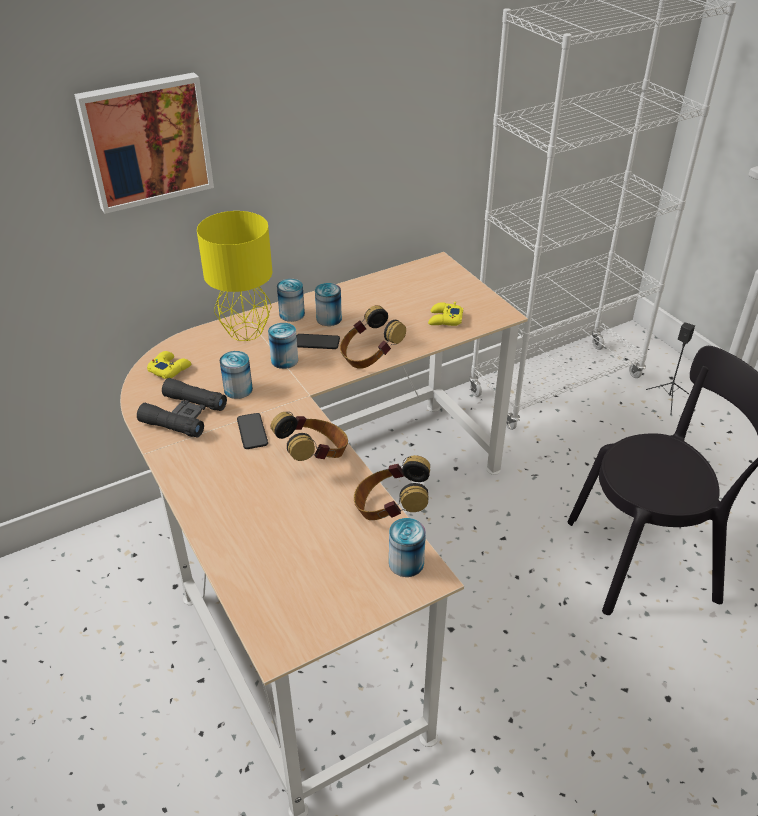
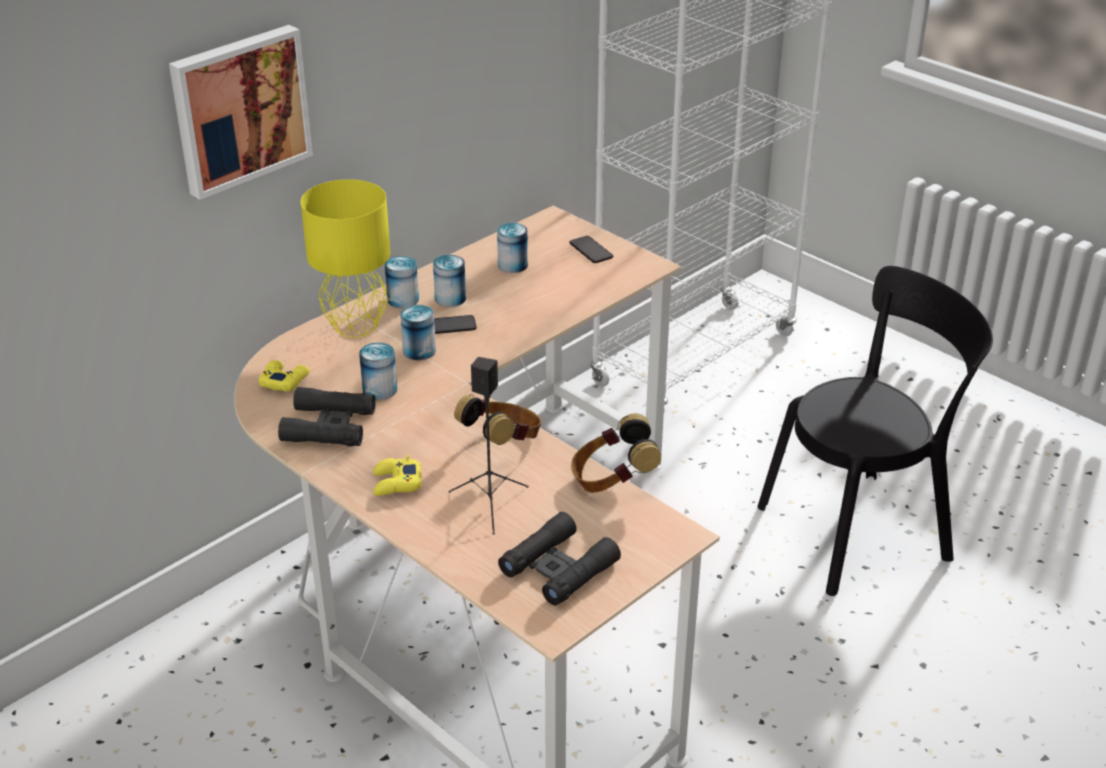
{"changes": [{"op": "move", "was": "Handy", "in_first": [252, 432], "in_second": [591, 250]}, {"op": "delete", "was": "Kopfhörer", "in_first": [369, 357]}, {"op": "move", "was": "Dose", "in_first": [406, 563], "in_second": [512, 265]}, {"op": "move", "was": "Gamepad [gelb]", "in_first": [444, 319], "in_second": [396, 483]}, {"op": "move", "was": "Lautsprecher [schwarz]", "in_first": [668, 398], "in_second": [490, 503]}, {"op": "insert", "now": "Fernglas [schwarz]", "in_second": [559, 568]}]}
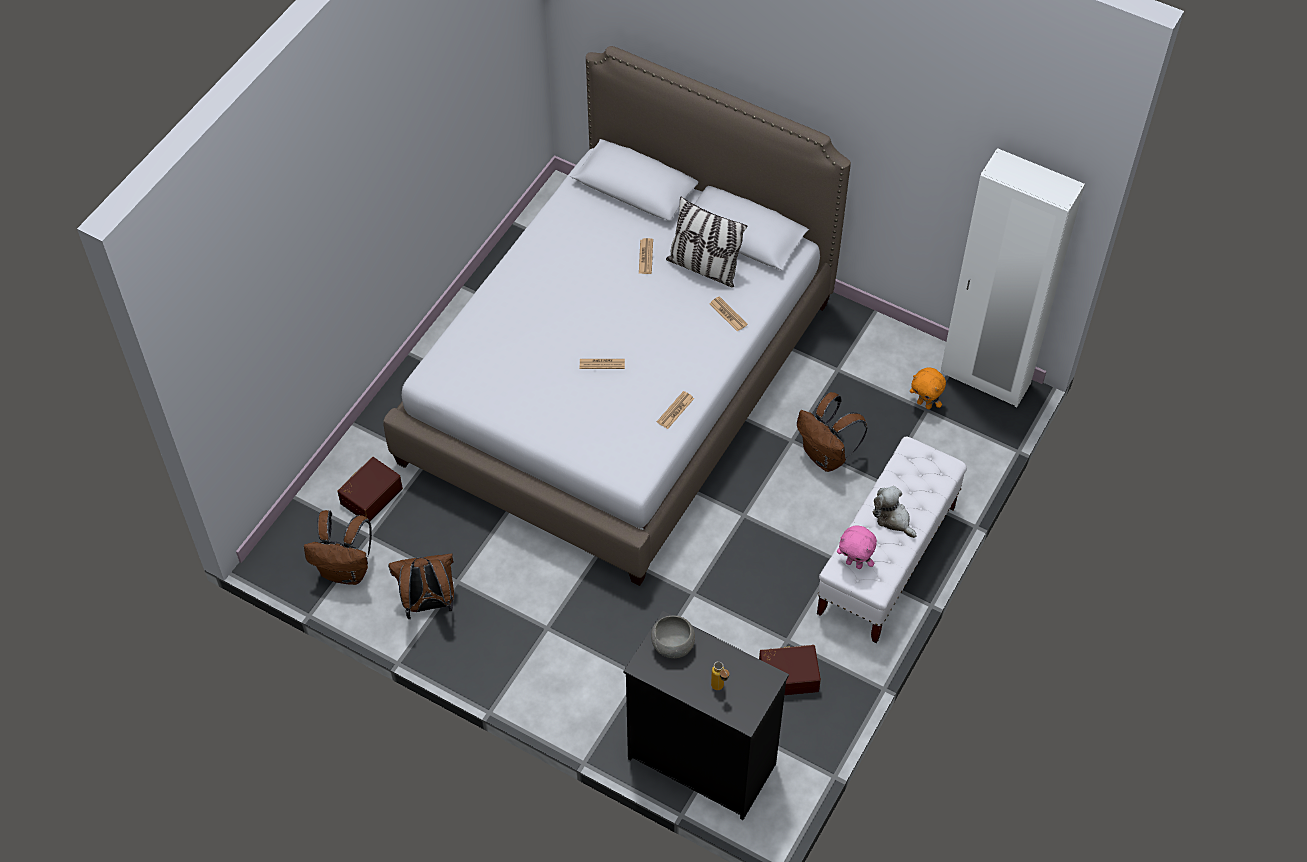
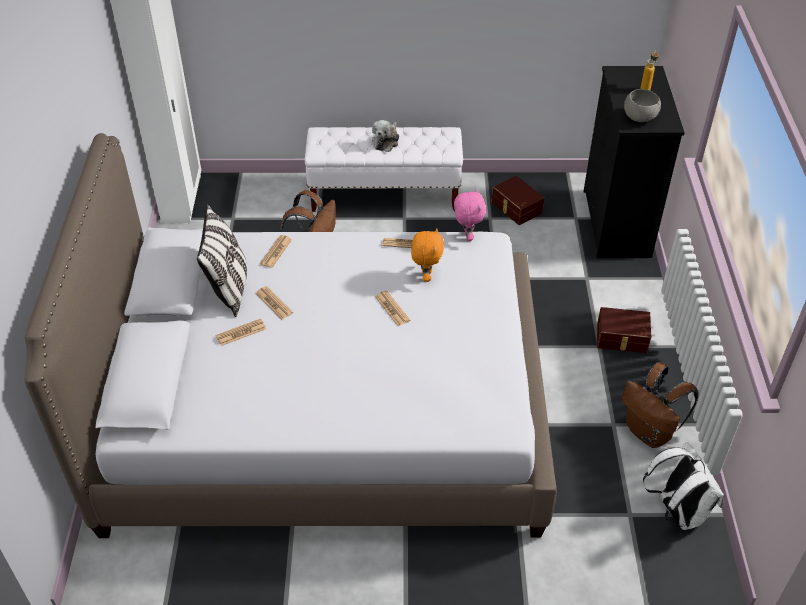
{"changes": [{"op": "recolor", "was": "Rucksack [braun]", "now": "Rucksack [weiß]", "in_first": [346, 571], "in_second": [677, 511]}, {"op": "move", "was": "Aufbewahrungsbox [braun]", "in_first": [370, 495], "in_second": [622, 338]}, {"op": "move", "was": "Plüschtier [rosa]", "in_first": [854, 563], "in_second": [467, 236]}, {"op": "move", "was": "Plüschtier [orange]", "in_first": [924, 404], "in_second": [426, 276]}, {"op": "insert", "now": "Zeitung", "in_second": [274, 303]}]}
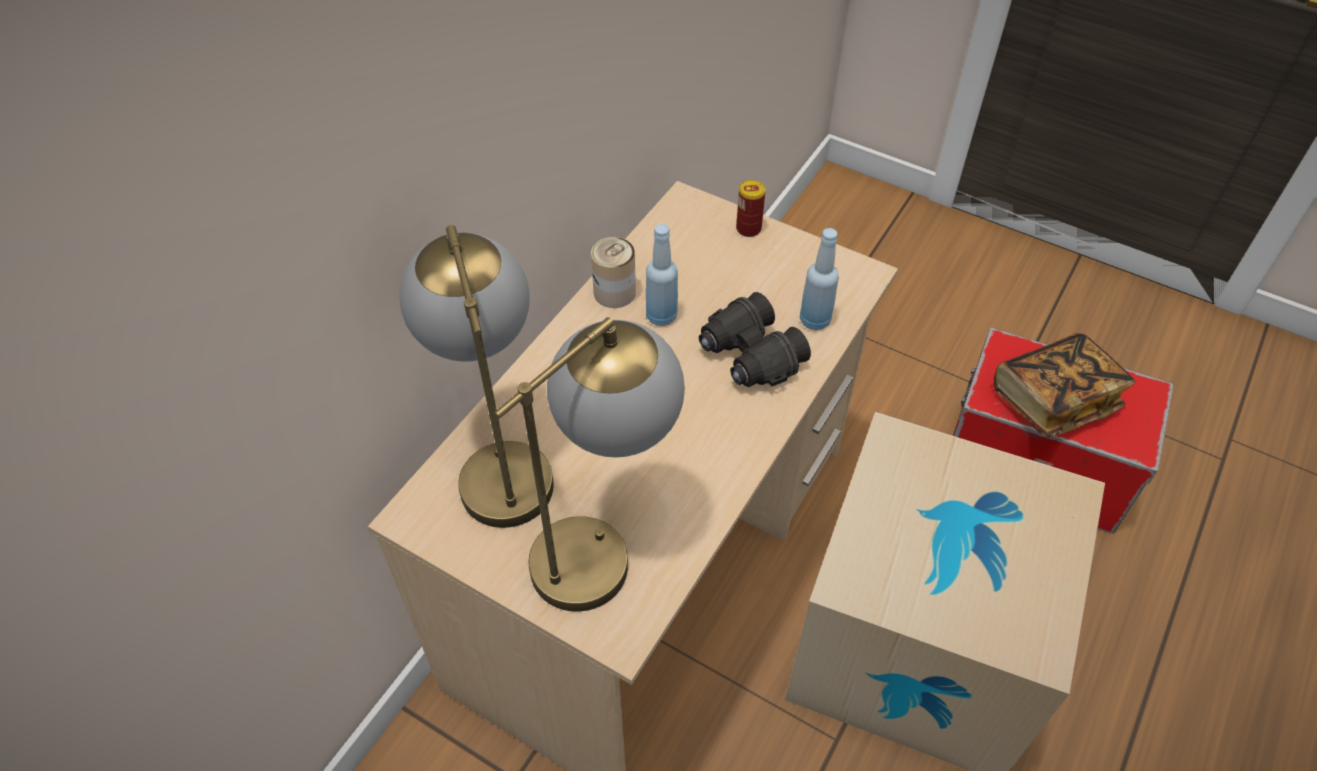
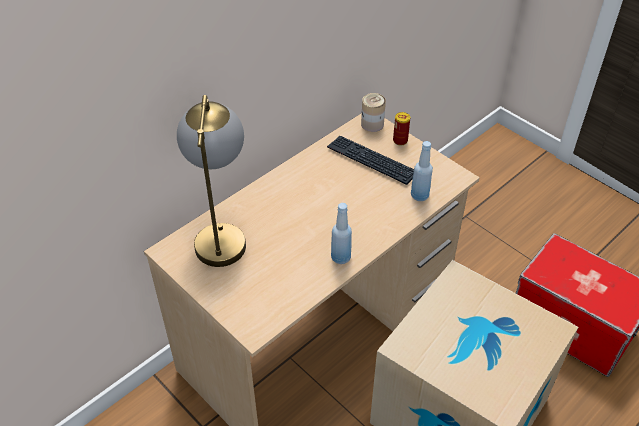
{"changes": [{"op": "delete", "was": "Tischlampe", "in_first": [603, 541]}, {"op": "move", "was": "Dose", "in_first": [614, 292], "in_second": [372, 124]}, {"op": "move", "was": "Flasche [blau]", "in_first": [661, 316], "in_second": [340, 257]}, {"op": "delete", "was": "Fernglas [schwarz]", "in_first": [749, 356]}, {"op": "delete", "was": "Buch", "in_first": [1053, 400]}, {"op": "insert", "now": "Tastatur", "in_second": [371, 161]}]}
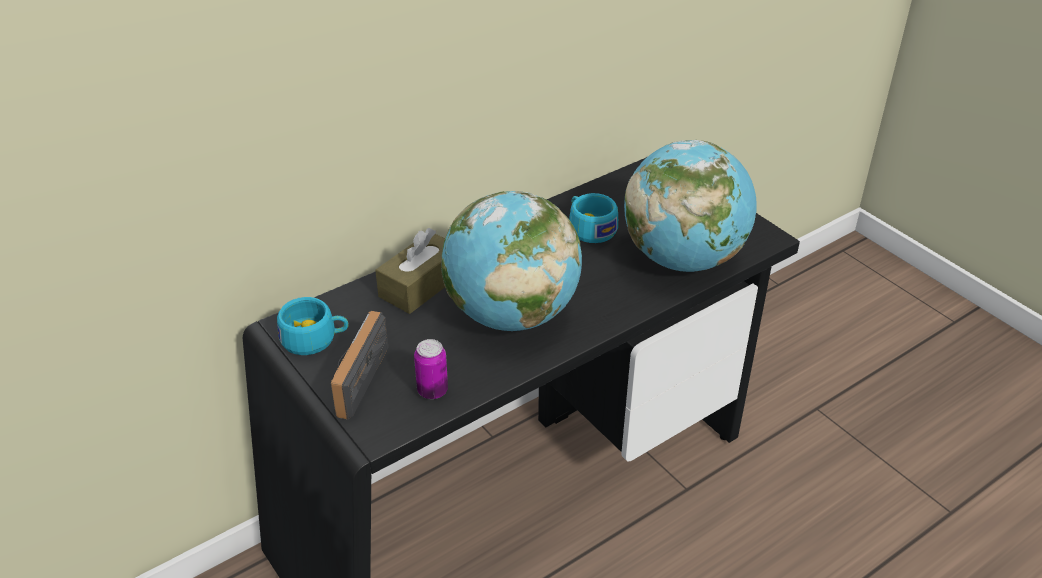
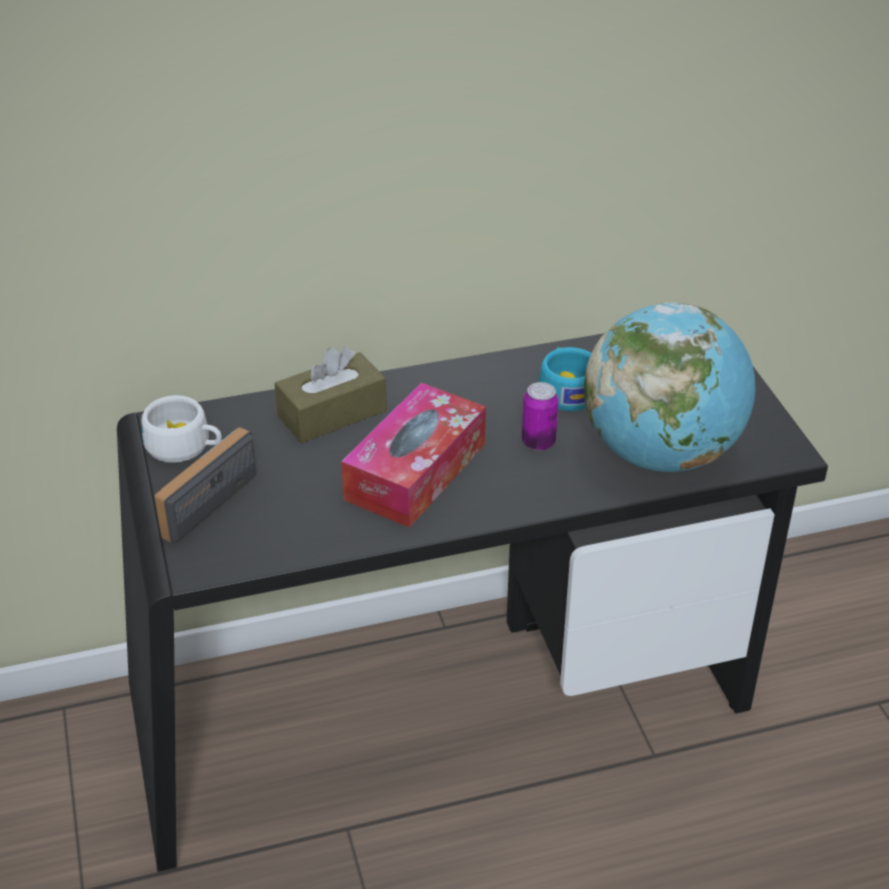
{"changes": [{"op": "recolor", "was": "Tasse [türkis]", "now": "Tasse [weiß]", "in_first": [315, 339], "in_second": [185, 447]}, {"op": "move", "was": "Dose", "in_first": [432, 391], "in_second": [538, 442]}, {"op": "replace", "was": "Globus", "now": "Taschentuchbox", "in_first": [511, 314], "in_second": [415, 471]}]}
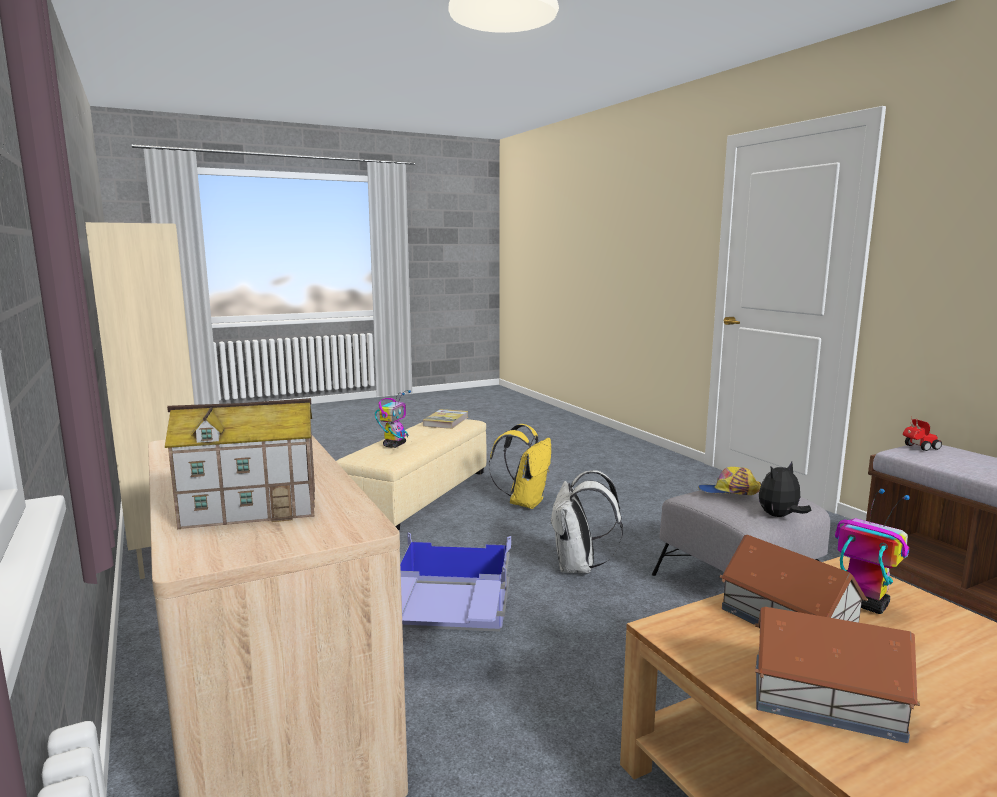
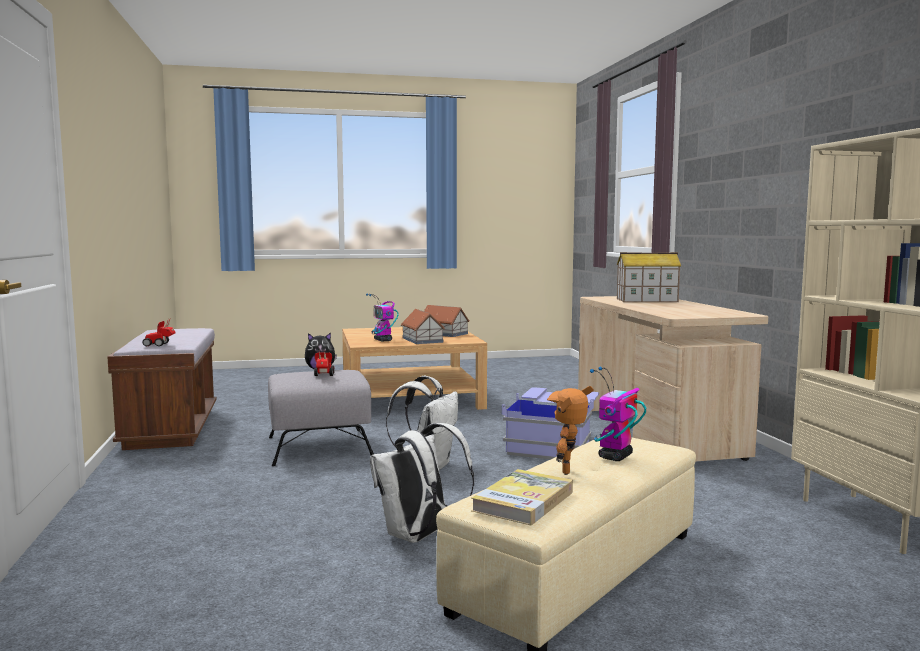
{"changes": [{"op": "recolor", "was": "Rucksack [gelb]", "now": "Rucksack [weiß]", "in_first": [525, 502], "in_second": [419, 536]}, {"op": "replace", "was": "Kappe", "now": "Spielzeugauto", "in_first": [729, 493], "in_second": [324, 375]}, {"op": "insert", "now": "Spielzeugroboter", "in_second": [570, 471]}]}
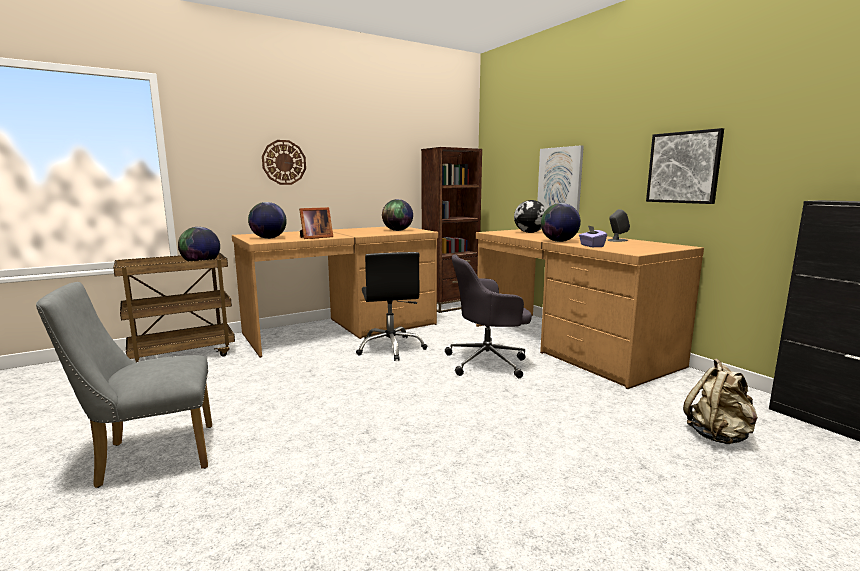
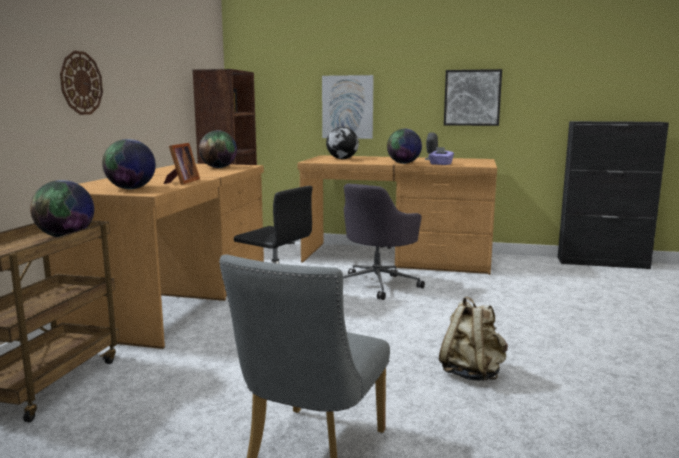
{"changes": [{"op": "move", "was": "Rucksack [beige]", "in_first": [718, 436], "in_second": [472, 373]}]}
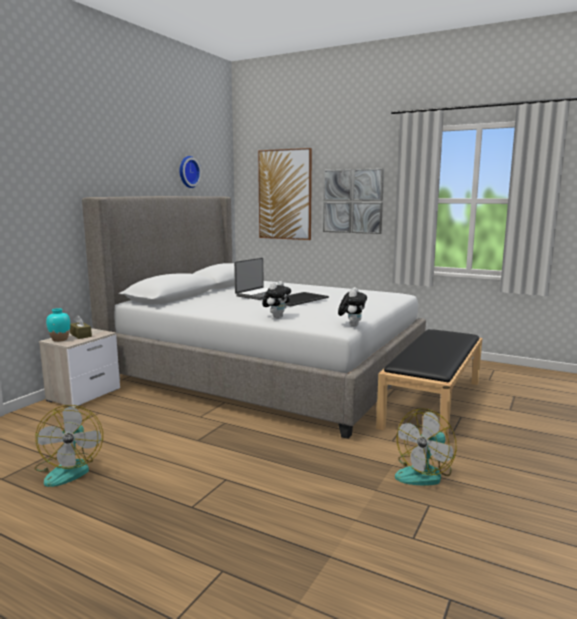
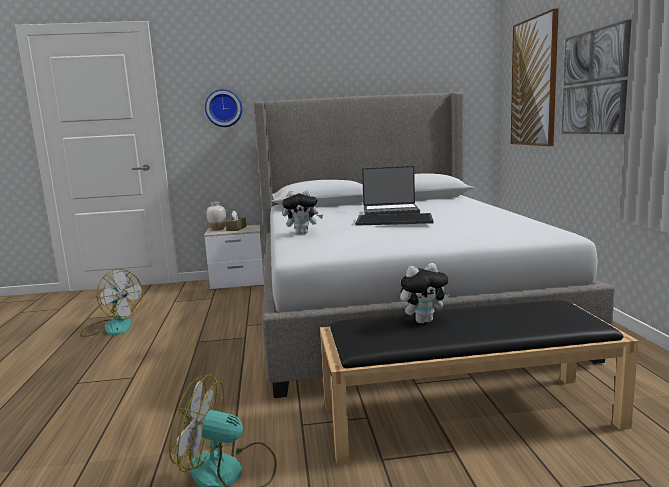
{"changes": [{"op": "rotate", "was": "Ventilator", "in_first": [69, 469], "in_second": [112, 327], "clockwise": -105}, {"op": "recolor", "was": "Vase [türkis]", "now": "Vase [weiß]", "in_first": [60, 339], "in_second": [217, 229]}, {"op": "move", "was": "Wanduhr", "in_first": [188, 172], "in_second": [223, 108]}, {"op": "move", "was": "Plüschtier", "in_first": [352, 325], "in_second": [423, 321]}]}
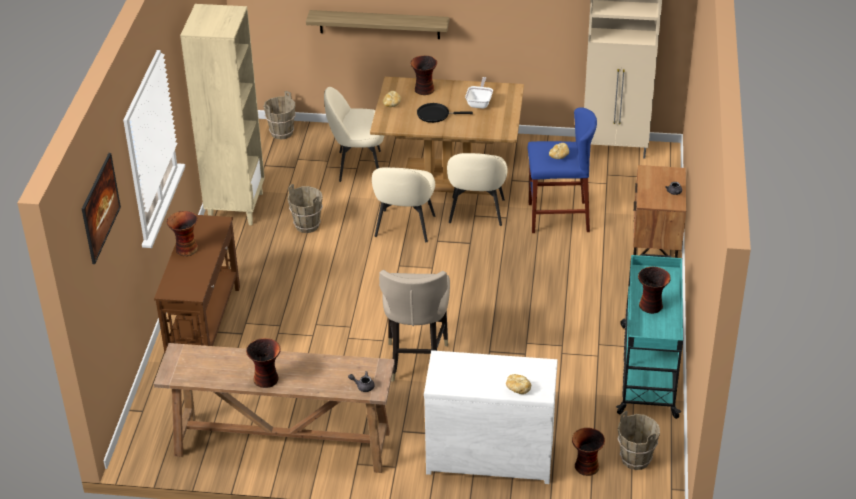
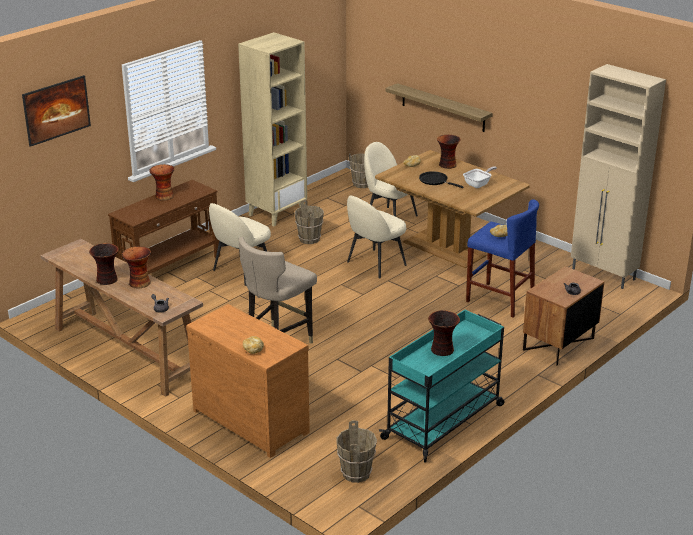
{"changes": [{"op": "recolor", "was": "Kommode [weiß]", "now": "Kommode [braun]", "in_first": [489, 454], "in_second": [252, 419]}, {"op": "move", "was": "Stuhl [beige]", "in_first": [476, 212], "in_second": [241, 271]}, {"op": "move", "was": "Vase", "in_first": [586, 467], "in_second": [139, 283]}]}
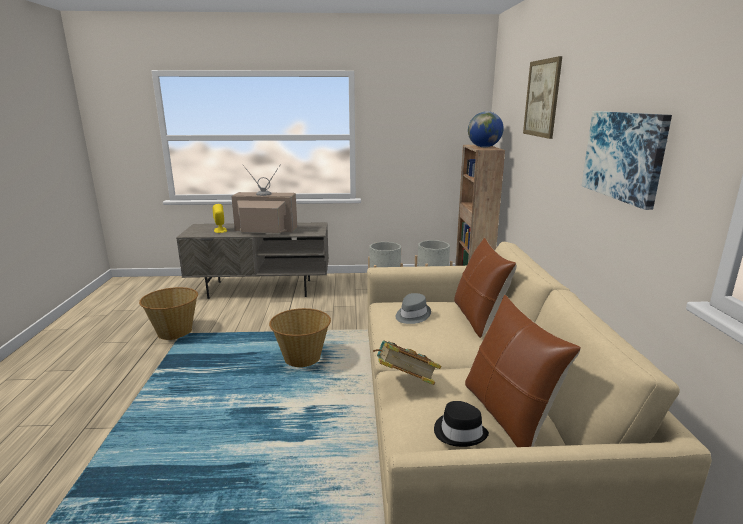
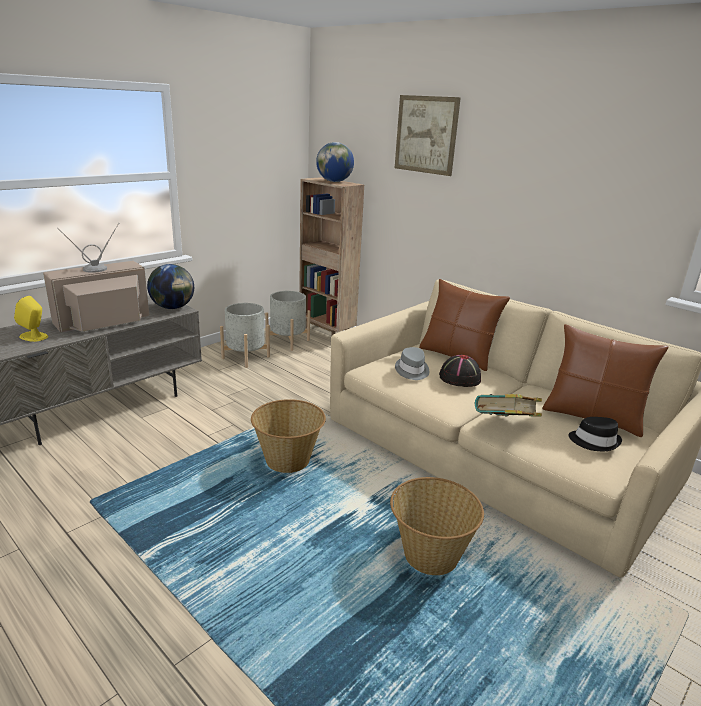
{"changes": [{"op": "move", "was": "Korb", "in_first": [174, 332], "in_second": [429, 555]}, {"op": "delete", "was": "Bild", "in_first": [624, 155]}, {"op": "insert", "now": "Globus", "in_second": [173, 307]}, {"op": "insert", "now": "Hut [schwarz]", "in_second": [459, 378]}]}
